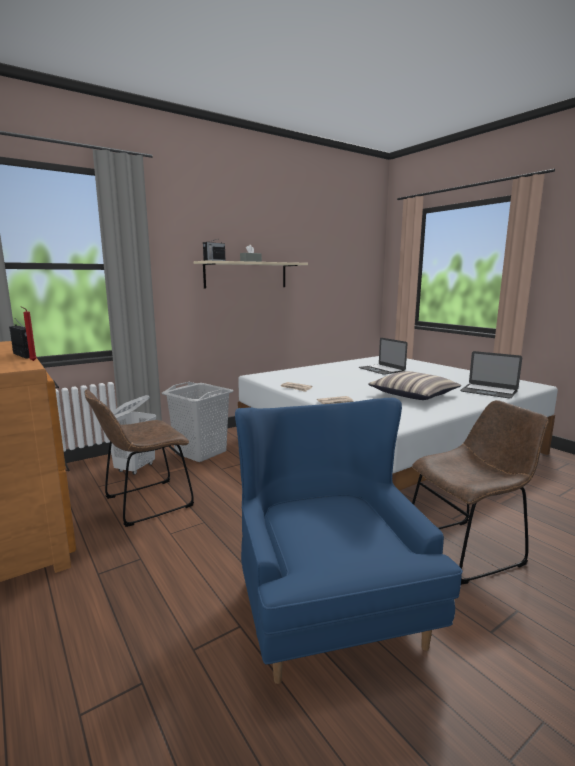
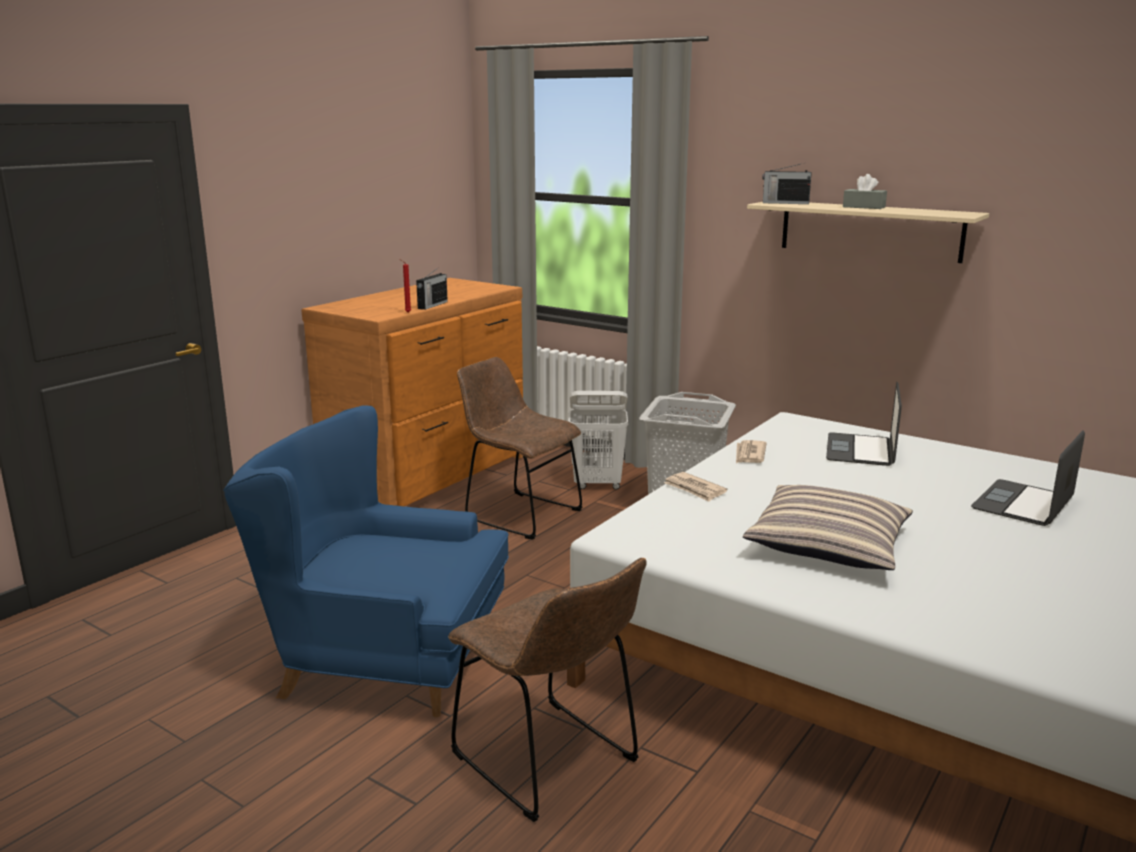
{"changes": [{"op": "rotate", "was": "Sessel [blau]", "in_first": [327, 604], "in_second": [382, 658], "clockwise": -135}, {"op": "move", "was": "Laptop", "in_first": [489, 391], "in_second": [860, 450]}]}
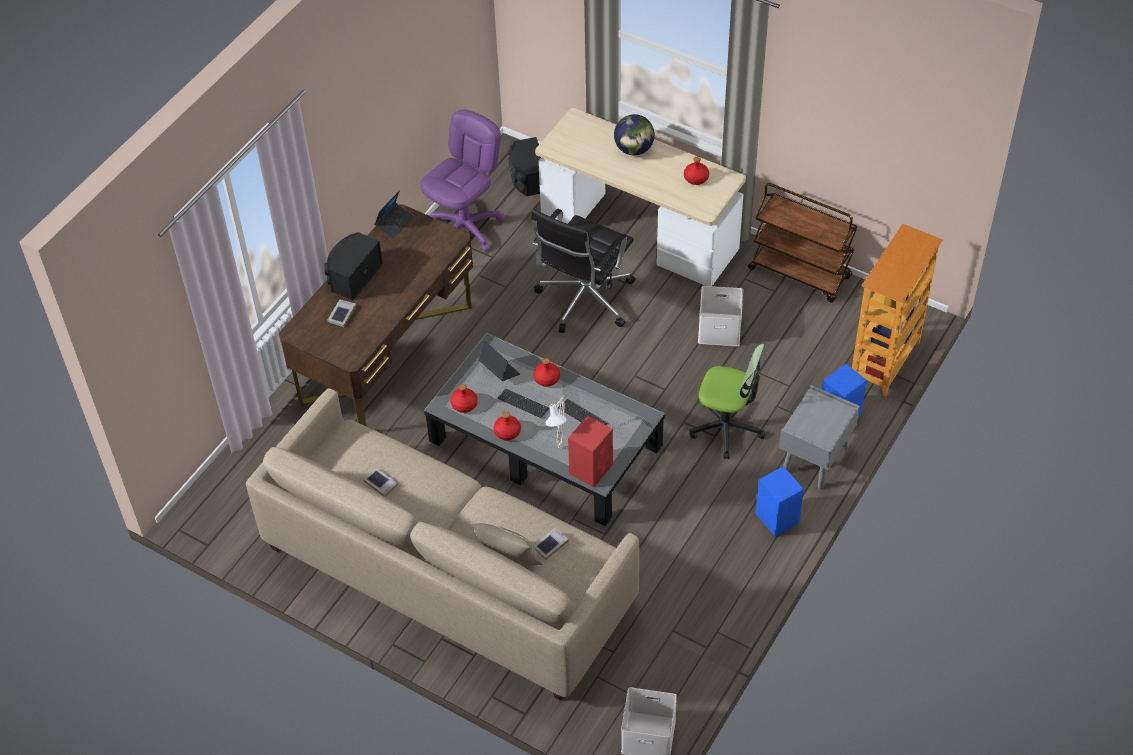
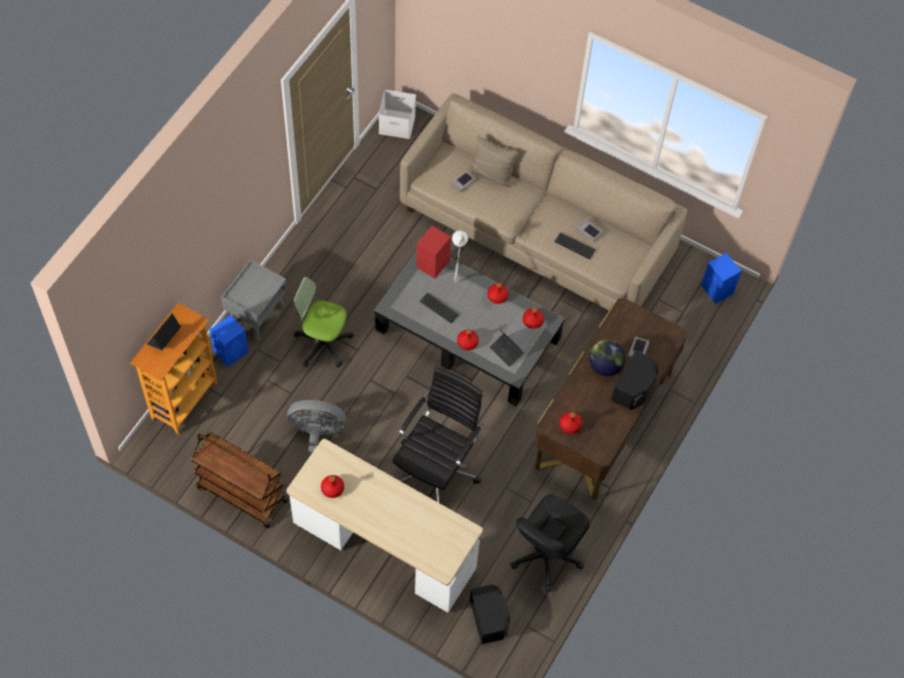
{"changes": [{"op": "move", "was": "Laptop", "in_first": [394, 223], "in_second": [164, 337]}, {"op": "recolor", "was": "Bürostuhl [lila]", "now": "Bürostuhl [schwarz]", "in_first": [466, 228], "in_second": [546, 556]}, {"op": "move", "was": "Tastatur", "in_first": [523, 404], "in_second": [574, 246]}, {"op": "move", "was": "Globus", "in_first": [634, 149], "in_second": [605, 366]}, {"op": "replace", "was": "Aufbewahrungsbox [weiß]", "now": "Ventilator [grau]", "in_first": [720, 328], "in_second": [318, 437]}, {"op": "move", "was": "Lautsprecher [blau]", "in_first": [776, 517], "in_second": [717, 290]}, {"op": "insert", "now": "Flasche [rot]", "in_second": [570, 425]}]}
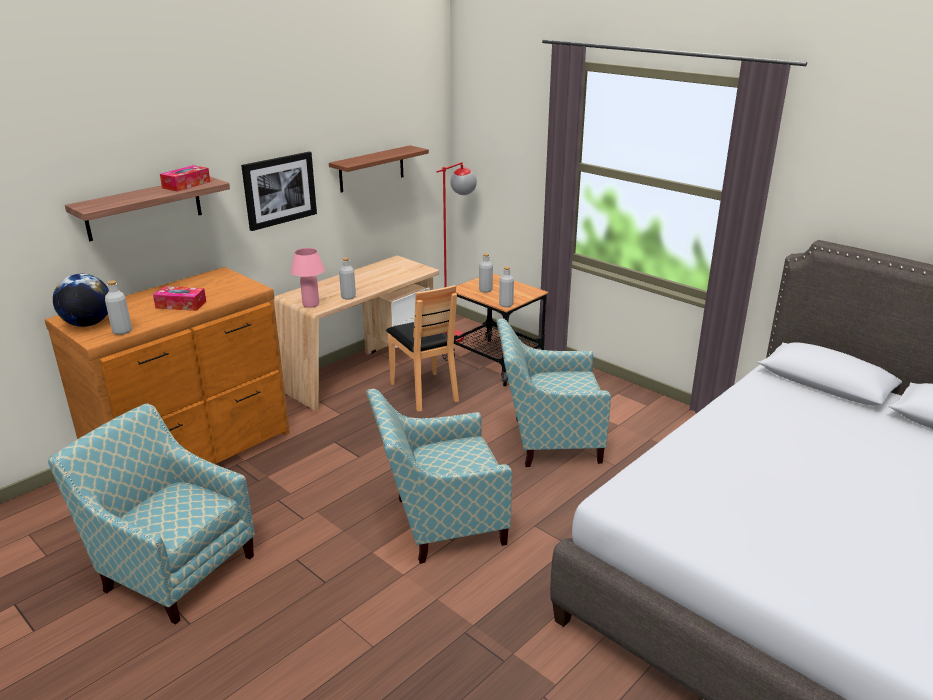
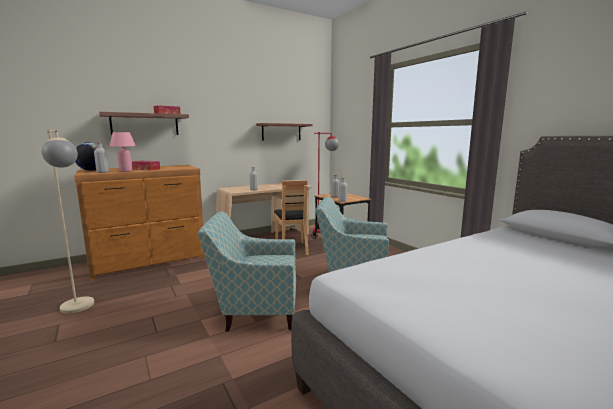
{"changes": [{"op": "replace", "was": "Sessel", "now": "Stehlampe [beige]", "in_first": [172, 567], "in_second": [80, 309]}, {"op": "delete", "was": "Bild", "in_first": [279, 190]}, {"op": "move", "was": "Tischlampe [rosa]", "in_first": [311, 304], "in_second": [125, 171]}]}
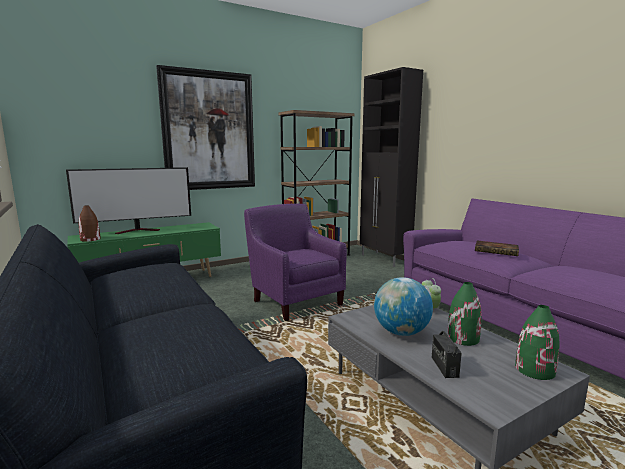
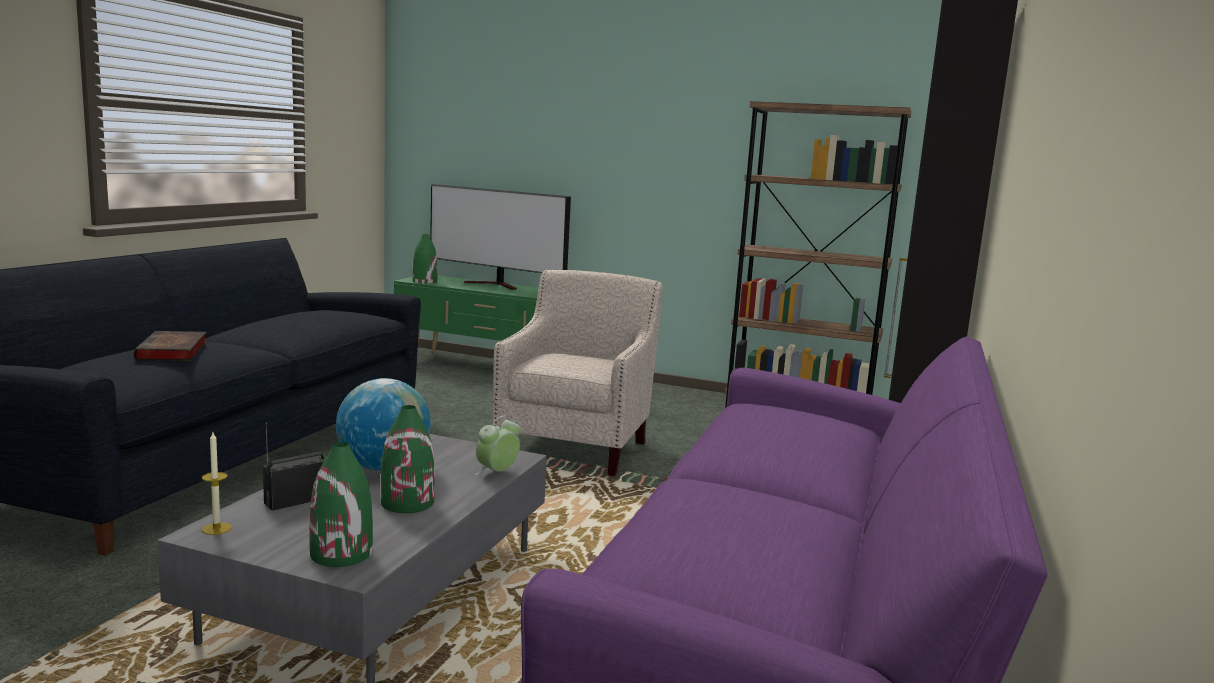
{"changes": [{"op": "recolor", "was": "Vase [braun]", "now": "Vase [grün]", "in_first": [90, 239], "in_second": [424, 281]}, {"op": "delete", "was": "Bild", "in_first": [209, 131]}, {"op": "recolor", "was": "Sessel [lila]", "now": "Sessel [beige]", "in_first": [295, 300], "in_second": [577, 446]}, {"op": "move", "was": "Buch", "in_first": [497, 251], "in_second": [173, 352]}, {"op": "insert", "now": "Kerze", "in_second": [216, 528]}]}
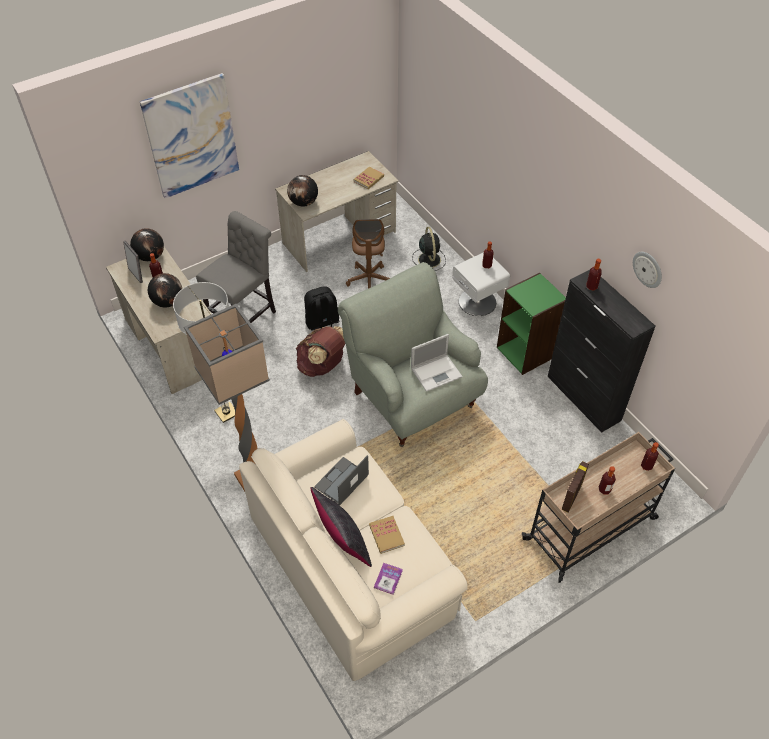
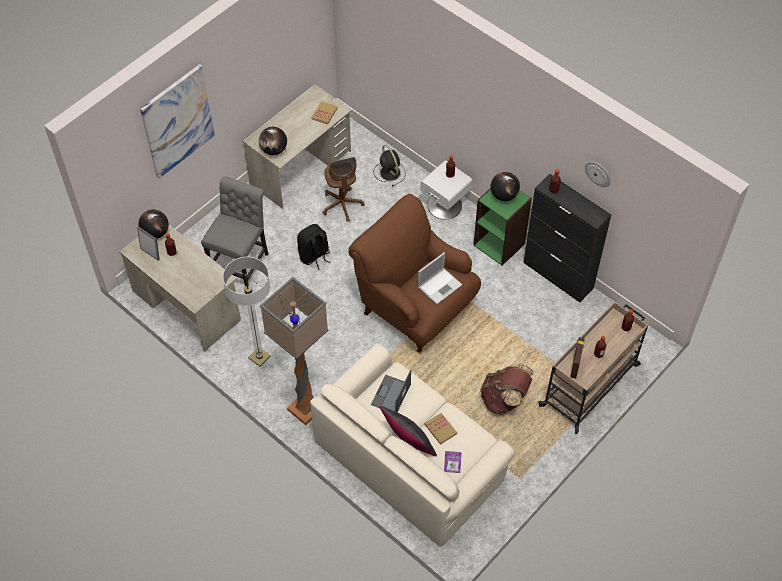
{"changes": [{"op": "move", "was": "Globus", "in_first": [168, 302], "in_second": [503, 195]}, {"op": "move", "was": "Rucksack [braun]", "in_first": [322, 366], "in_second": [504, 399]}, {"op": "recolor", "was": "Sessel [grau]", "now": "Sessel [braun]", "in_first": [412, 398], "in_second": [415, 308]}]}
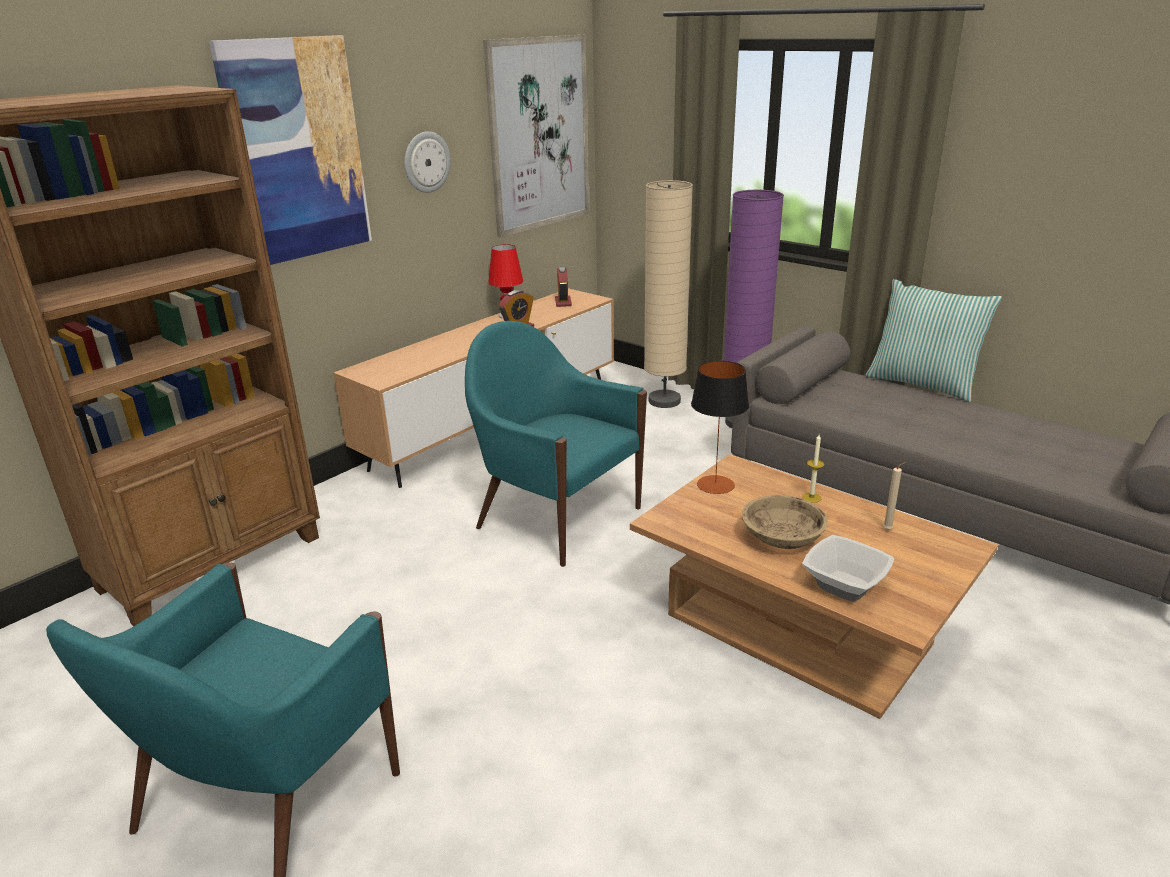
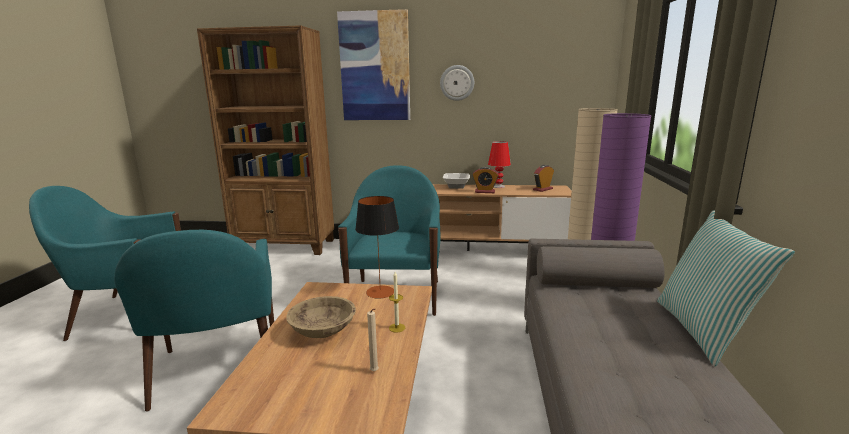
{"changes": [{"op": "delete", "was": "Bild", "in_first": [539, 135]}, {"op": "move", "was": "Schüssel", "in_first": [844, 586], "in_second": [455, 186]}, {"op": "insert", "now": "Sessel [türkis]", "in_second": [218, 369]}]}
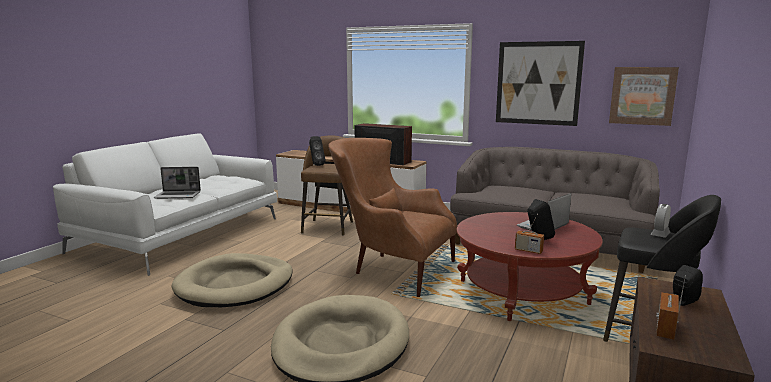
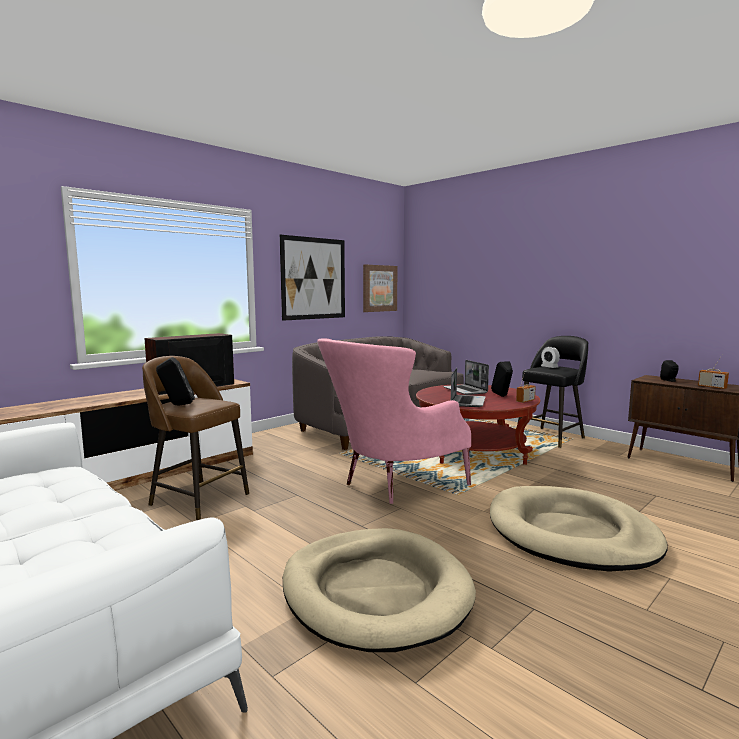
{"changes": [{"op": "move", "was": "Laptop", "in_first": [178, 195], "in_second": [467, 402]}, {"op": "recolor", "was": "Sessel [braun]", "now": "Sessel [rosa]", "in_first": [390, 269], "in_second": [389, 485]}]}
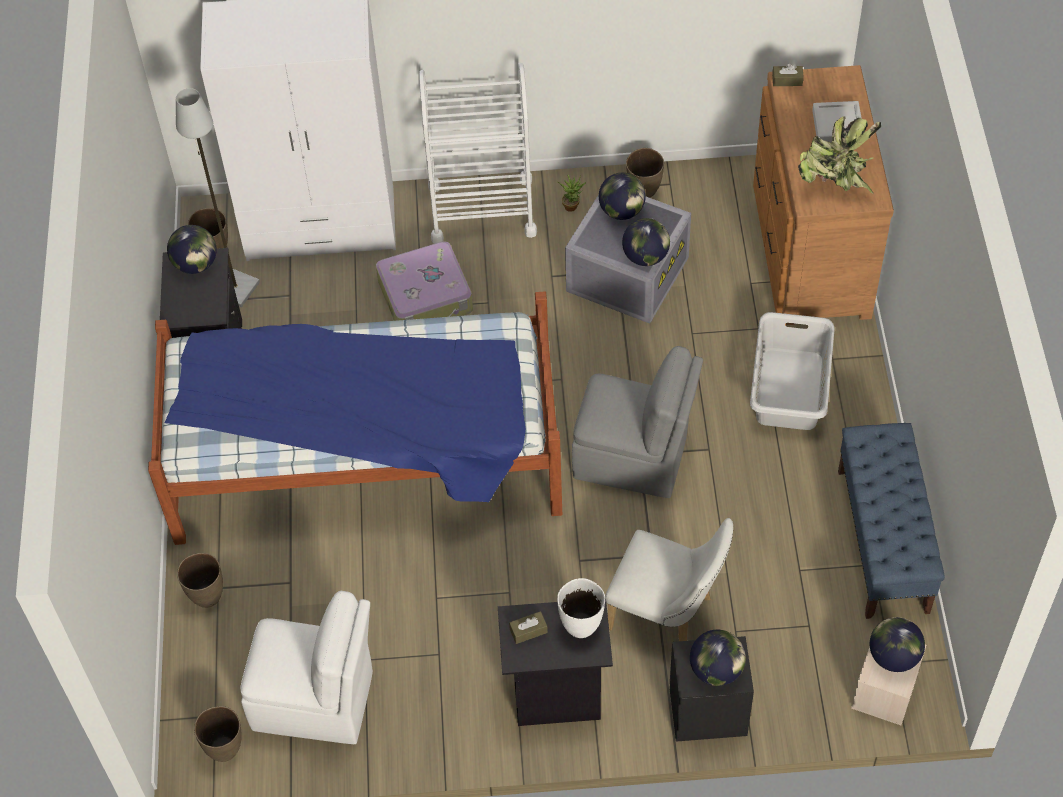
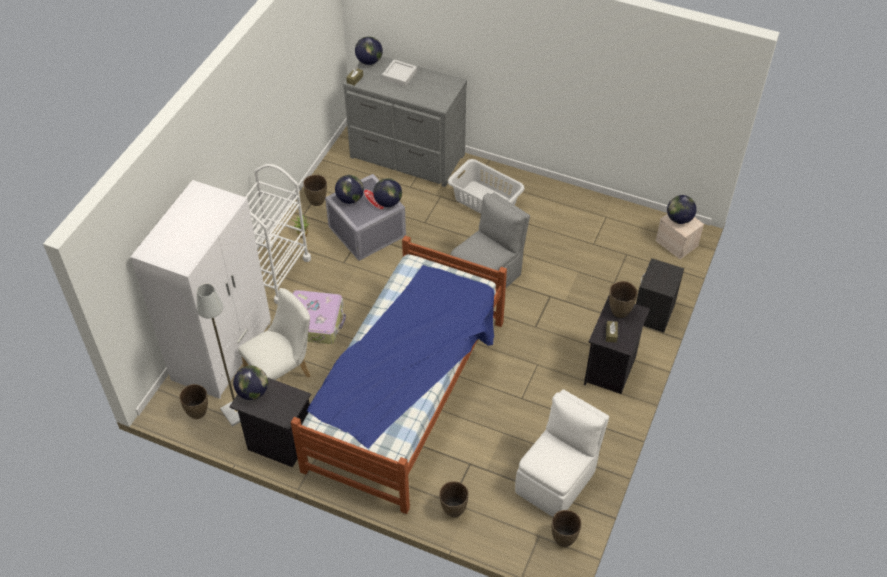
{"changes": [{"op": "recolor", "was": "Vase [weiß]", "now": "Vase [braun]", "in_first": [581, 625], "in_second": [619, 311]}, {"op": "move", "was": "Stuhl [weiß]", "in_first": [667, 615], "in_second": [282, 373]}, {"op": "move", "was": "Globus", "in_first": [716, 670], "in_second": [369, 61]}, {"op": "recolor", "was": "Kommode [braun]", "now": "Kommode [grau]", "in_first": [809, 251], "in_second": [407, 157]}, {"op": "delete", "was": "Topfpflanze", "in_first": [835, 182]}, {"op": "delete", "was": "Bank [blau]", "in_first": [883, 541]}]}
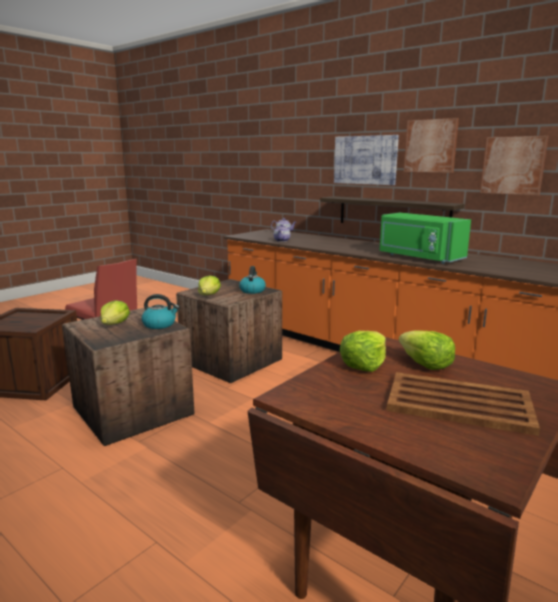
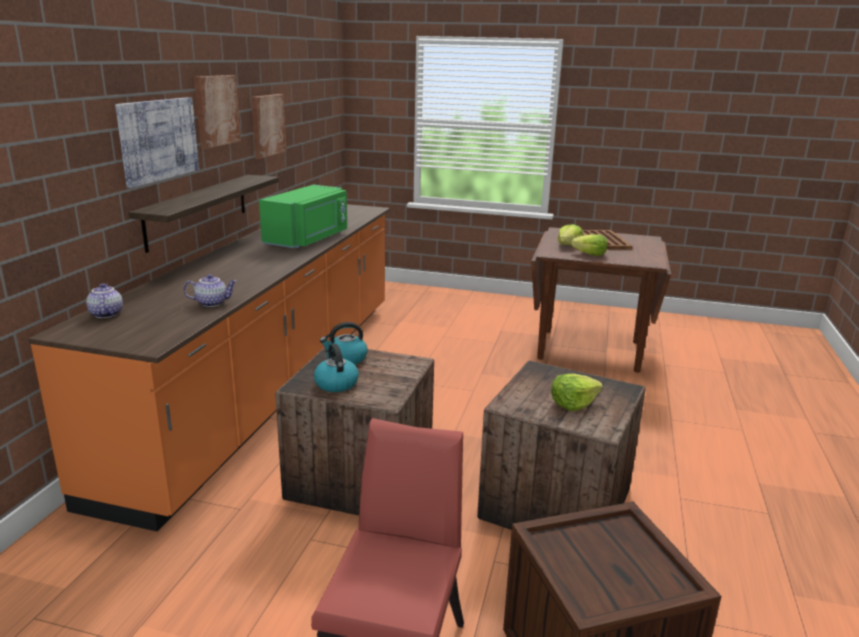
{"changes": [{"op": "move", "was": "Wasserkessel", "in_first": [160, 324], "in_second": [335, 383]}, {"op": "delete", "was": "Salatkopf", "in_first": [209, 295]}]}
